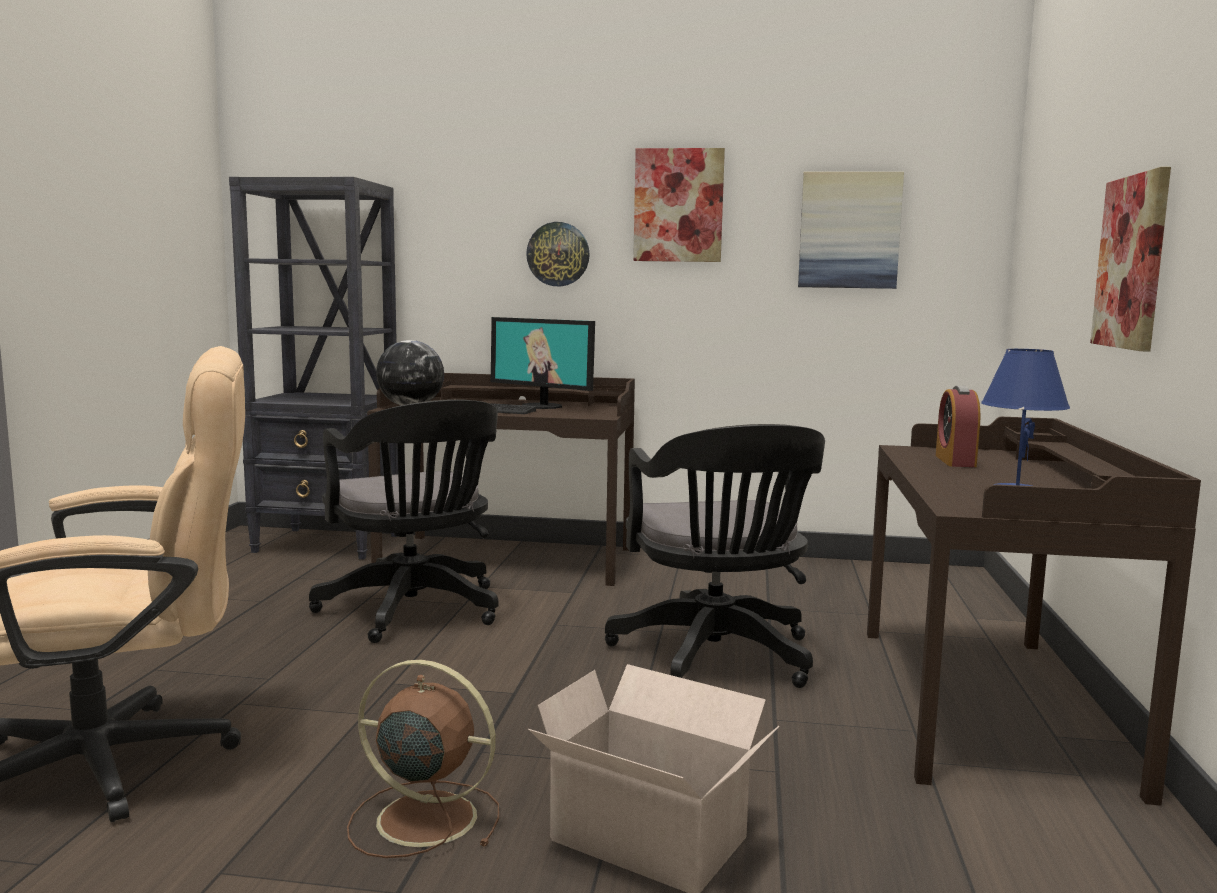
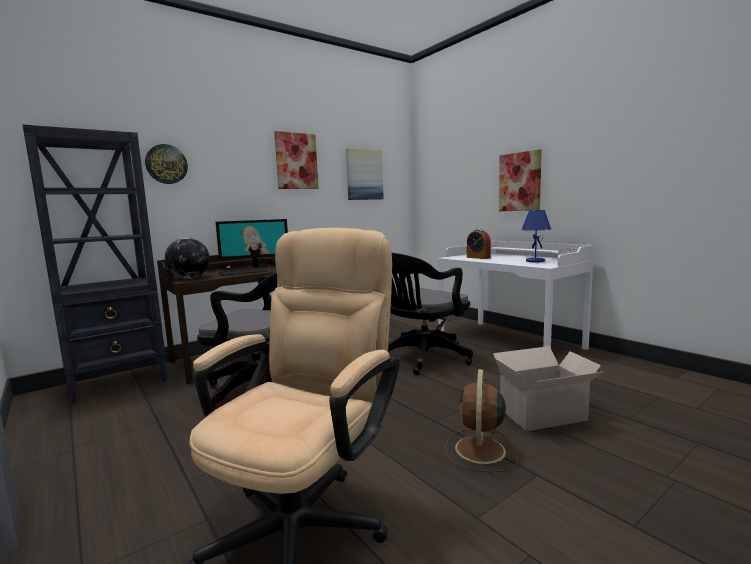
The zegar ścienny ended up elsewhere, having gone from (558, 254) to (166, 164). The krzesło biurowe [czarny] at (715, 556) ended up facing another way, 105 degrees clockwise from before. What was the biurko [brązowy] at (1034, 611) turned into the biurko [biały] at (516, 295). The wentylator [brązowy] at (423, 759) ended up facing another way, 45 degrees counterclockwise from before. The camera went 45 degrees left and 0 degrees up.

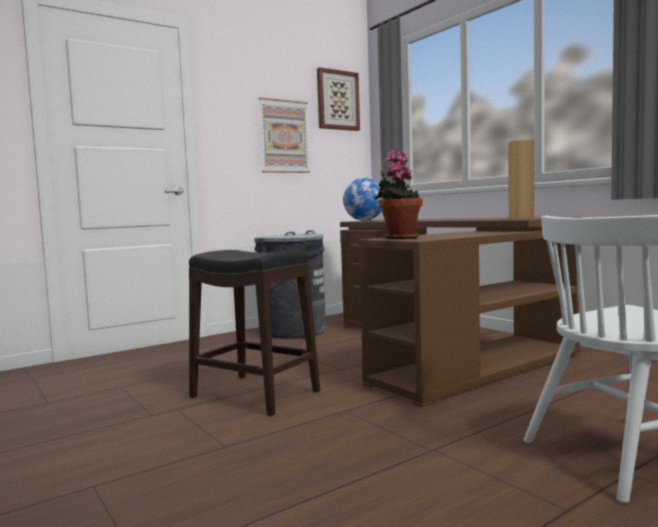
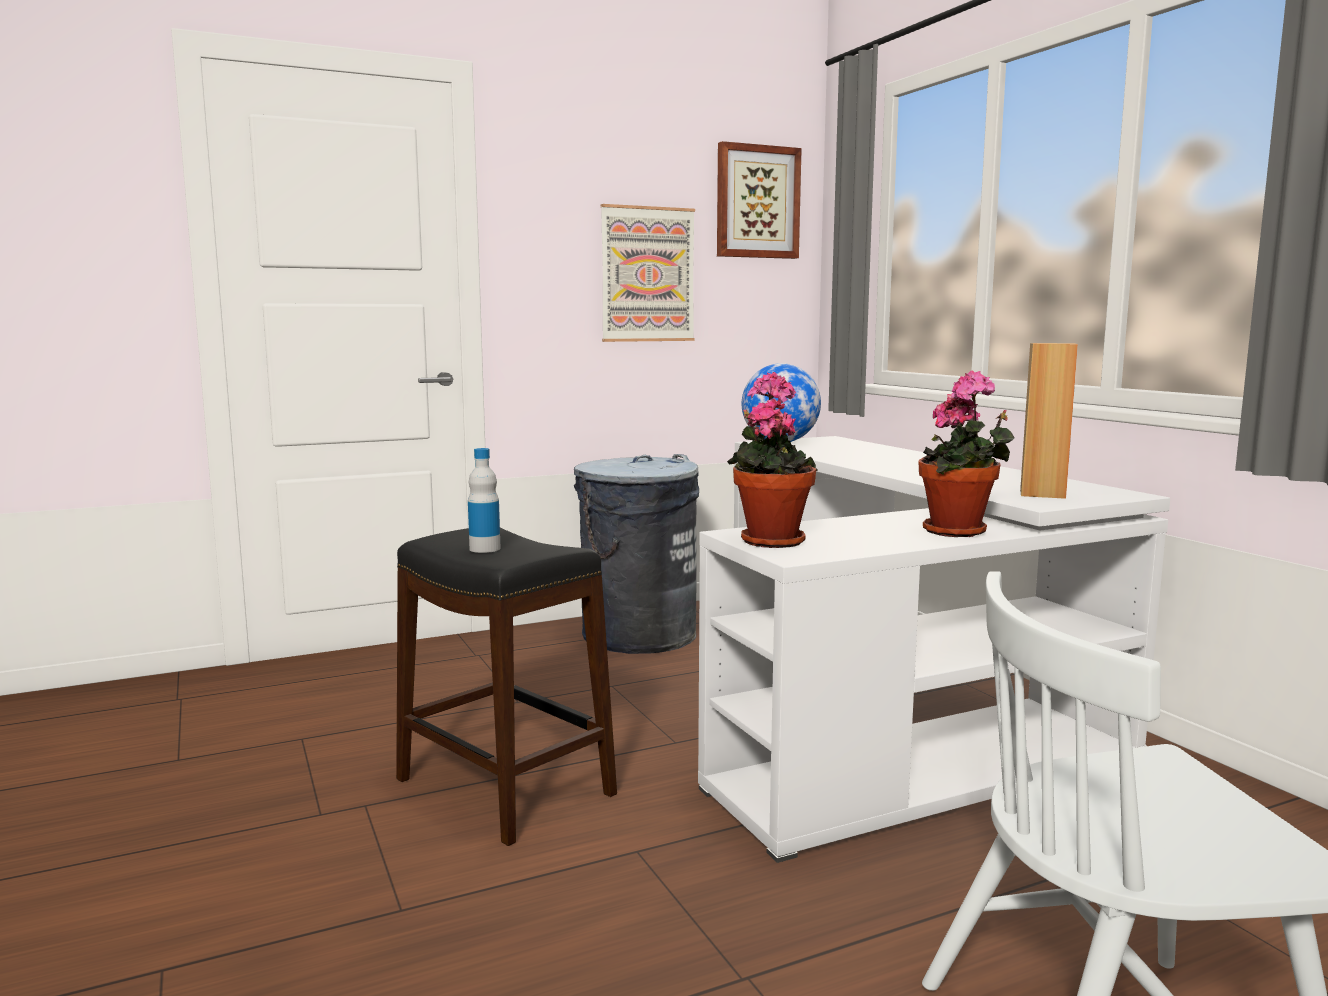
The second view gained the butelka at (484, 500). What was the biurko [brązowy] at (460, 312) turned into the biurko [biały] at (934, 649). The second view gained the roślina doniczkowa at (967, 454). The camera went 10 degrees right and 5 degrees up.

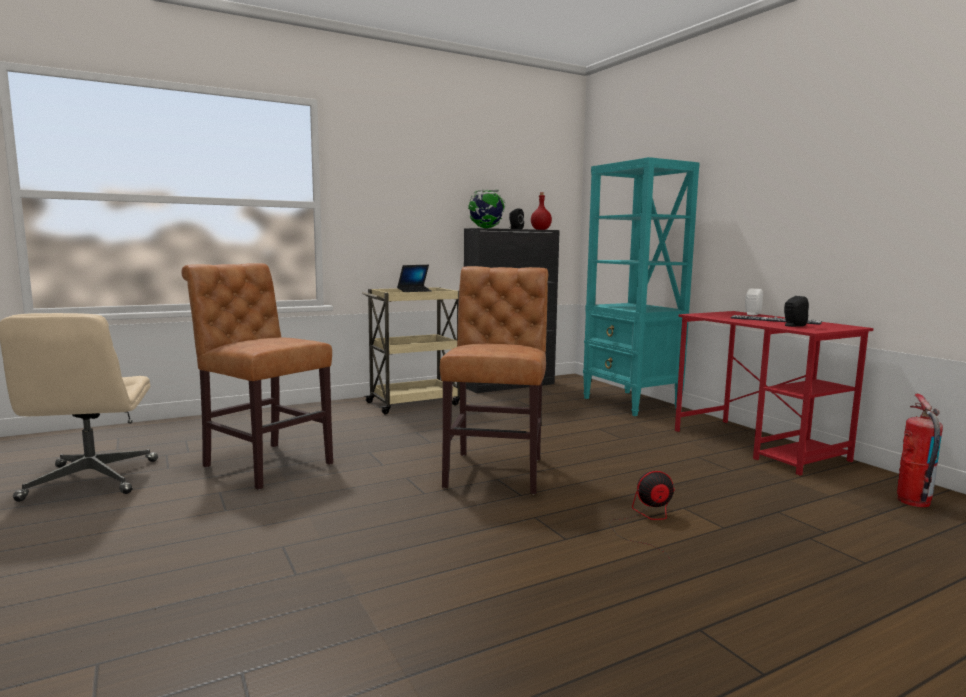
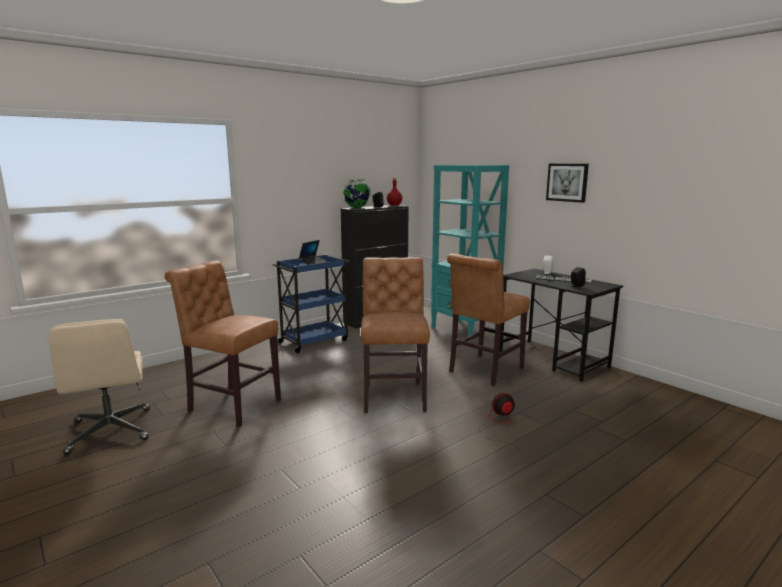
What was the wózek [beżowy] at (411, 350) turned into the wózek [niebieski] at (311, 304). The second view gained the krzesło [brązowy] at (488, 319). What was the biurko [czerwony] at (774, 393) turned into the biurko [czarny] at (561, 325). The second view gained the obraz at (567, 183). The second view lost the gaśnica at (920, 450). The camera went 10 degrees left and 5 degrees up.

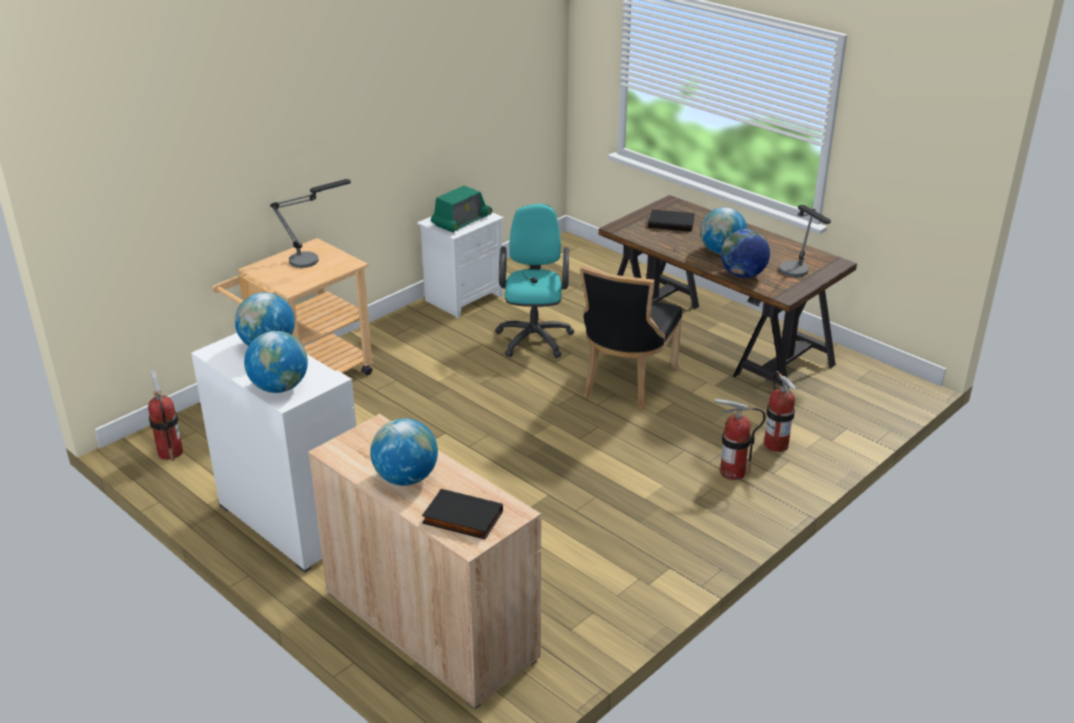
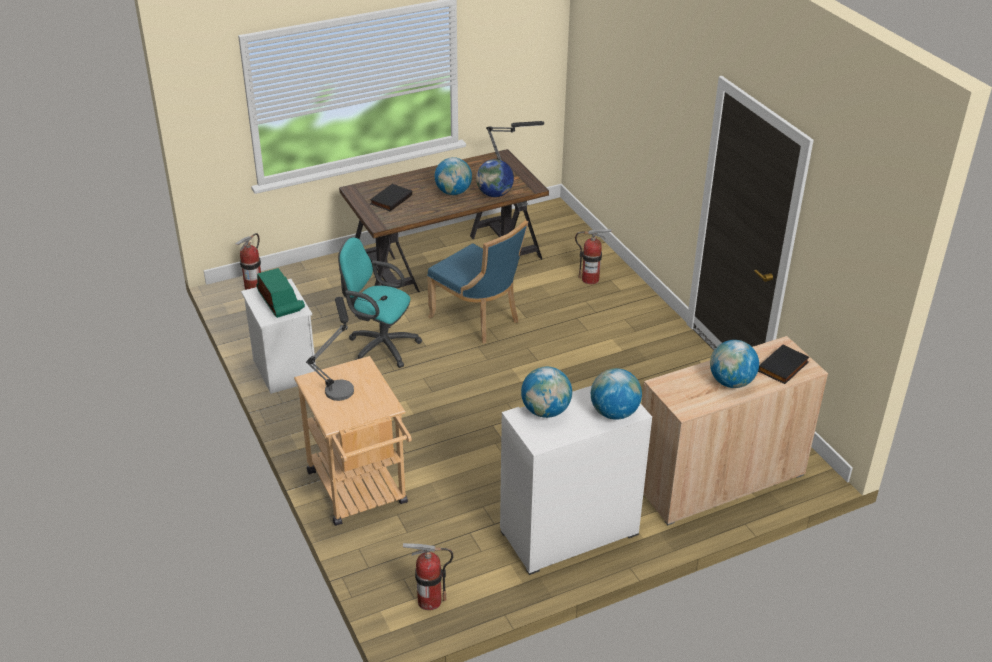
The gaśnica ended up elsewhere, having gone from (740, 439) to (248, 261). What was the krzesło [czarny] at (631, 338) turned into the krzesło [niebieski] at (477, 281). The camera went 70 degrees left and 5 degrees up.

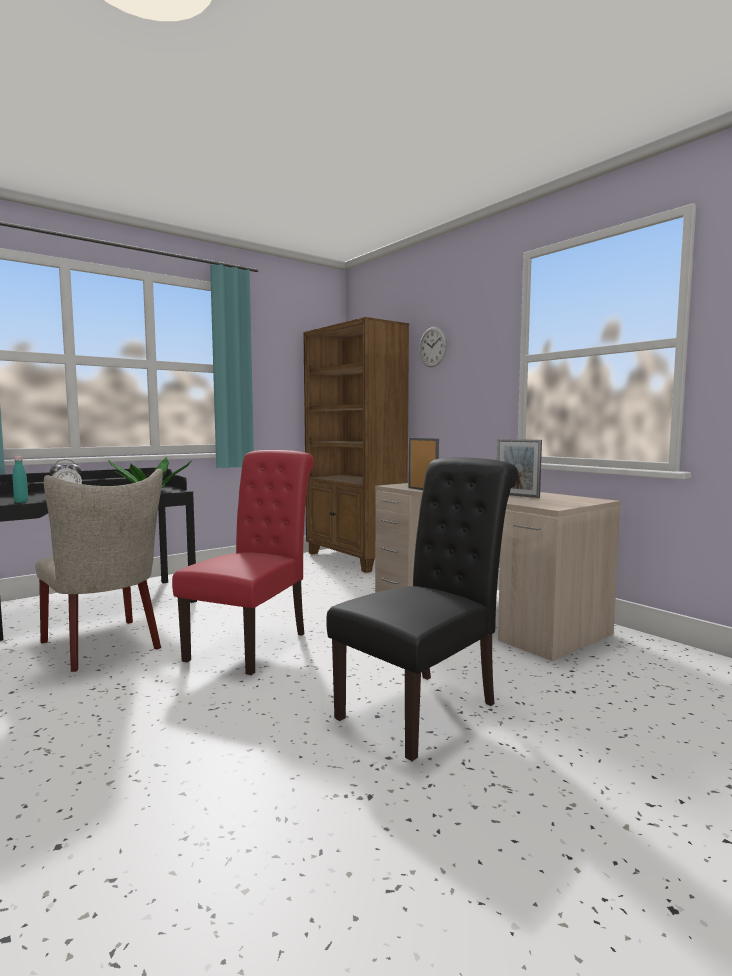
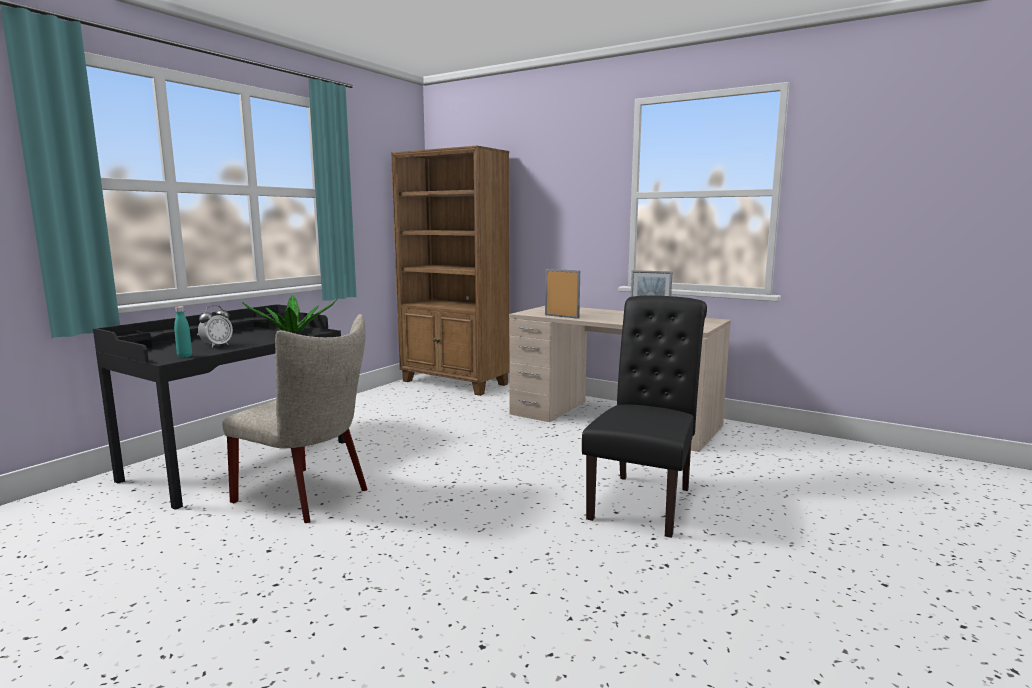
The second view lost the krzesło [czerwony] at (243, 562). The second view lost the zegar ścienny at (433, 347). The camera went 20 degrees left and 5 degrees up.

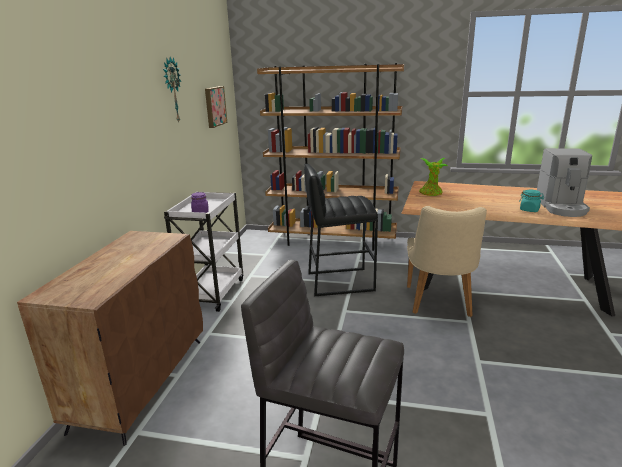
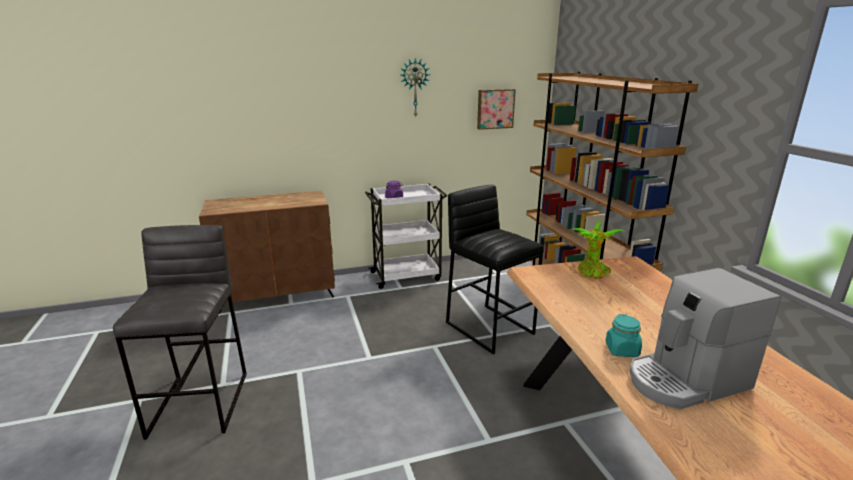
The second view lost the krzesło [beżowy] at (447, 261). The camera went 60 degrees right and 0 degrees up.

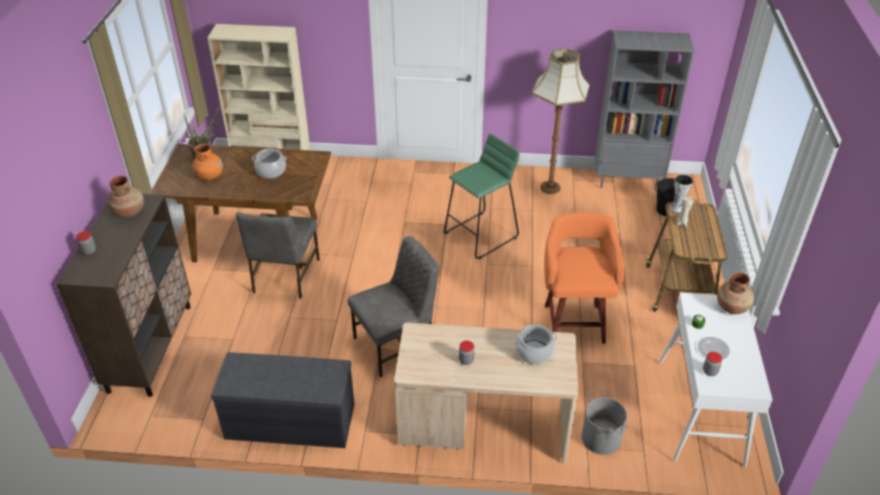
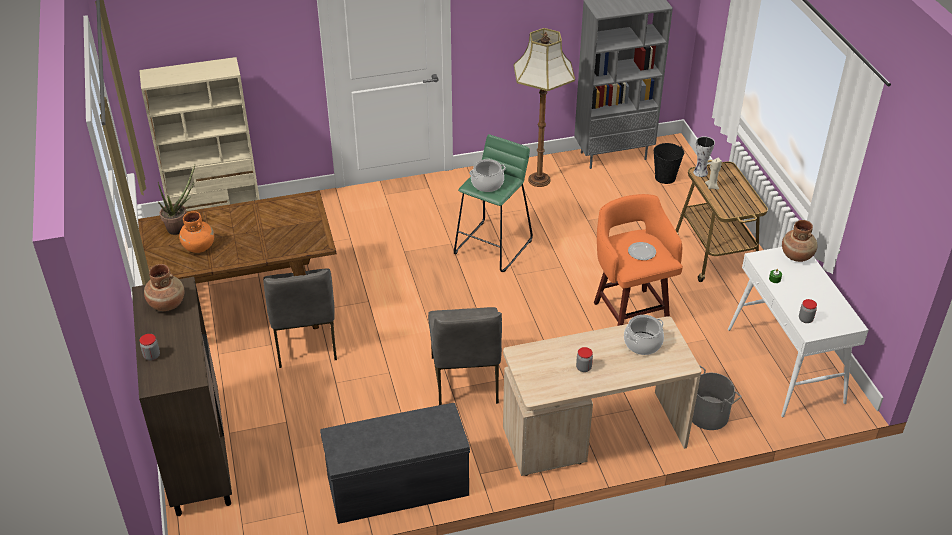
The krzesło [szary] at (393, 306) ended up facing another way, 135 degrees clockwise from before. The garnek ended up elsewhere, having gone from (269, 164) to (487, 175). The talerz ended up elsewhere, having gone from (714, 348) to (642, 251). The camera went 20 degrees left and 0 degrees up.

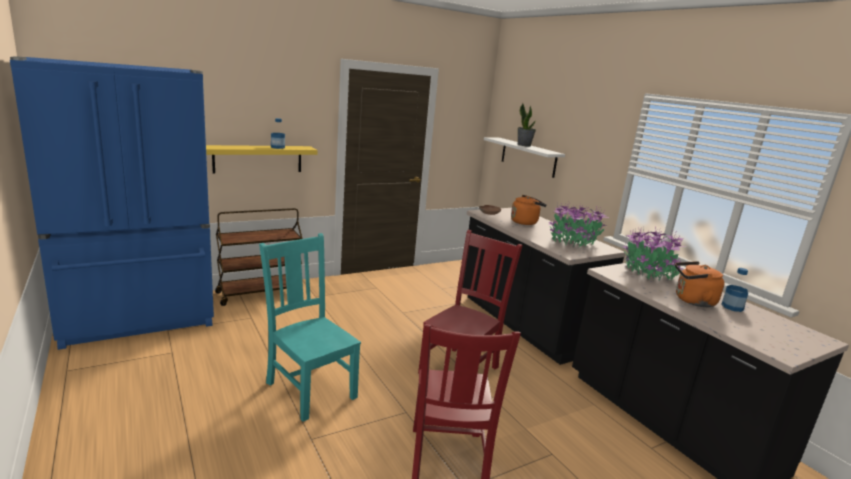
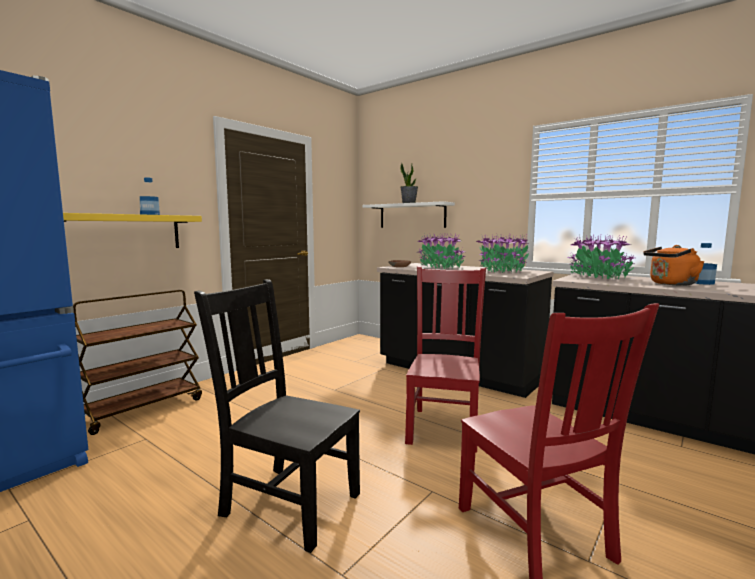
What was the krzesło [turkusowy] at (310, 327) turned into the krzesło [czarny] at (277, 416). Where the czajnik [pomarańczowy] stood at (529, 210), the roślina doniczkowa came to stand at (441, 251). The camera went 20 degrees left and 10 degrees down.

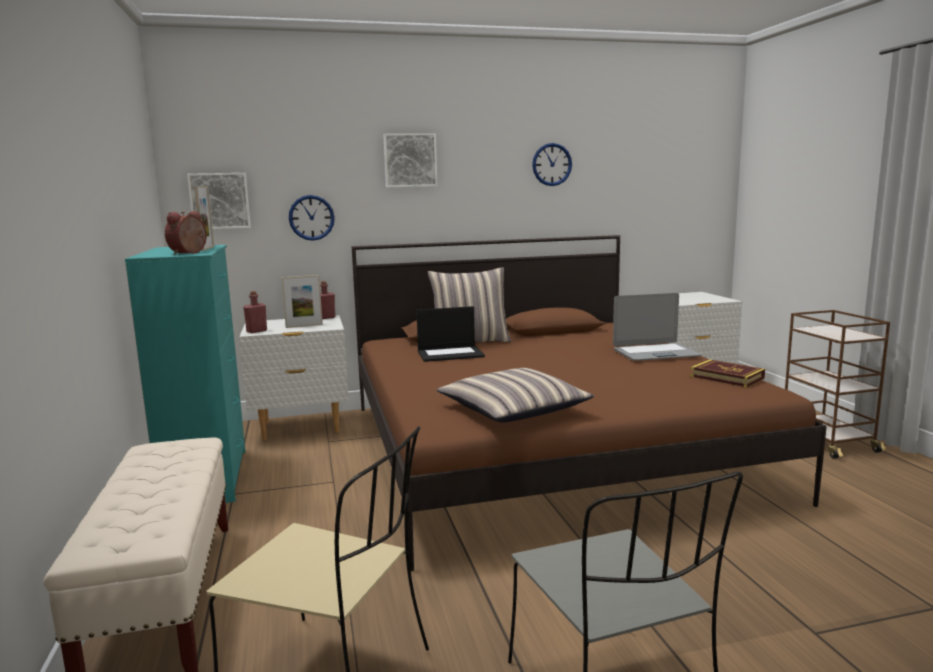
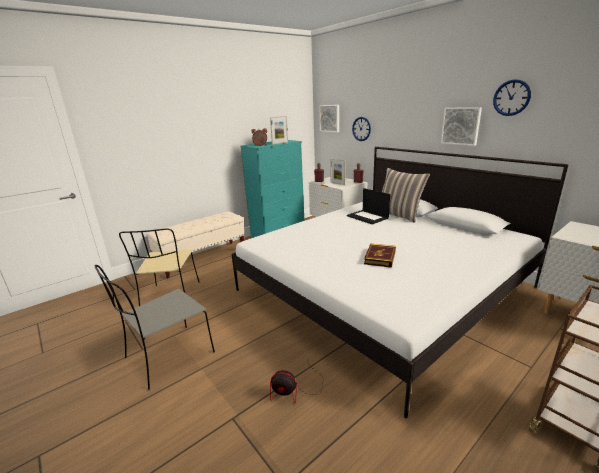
What was the łóżko [brązowy] at (589, 403) turned into the łóżko [biały] at (400, 282). The second view gained the wentylator at (296, 380). The książka ended up elsewhere, having gone from (727, 373) to (380, 256). The obraz ended up elsewhere, having gone from (410, 160) to (461, 126). The second view lost the poduszka at (515, 395). The second view lost the laptop at (657, 327). The camera went 65 degrees right and 10 degrees up.

